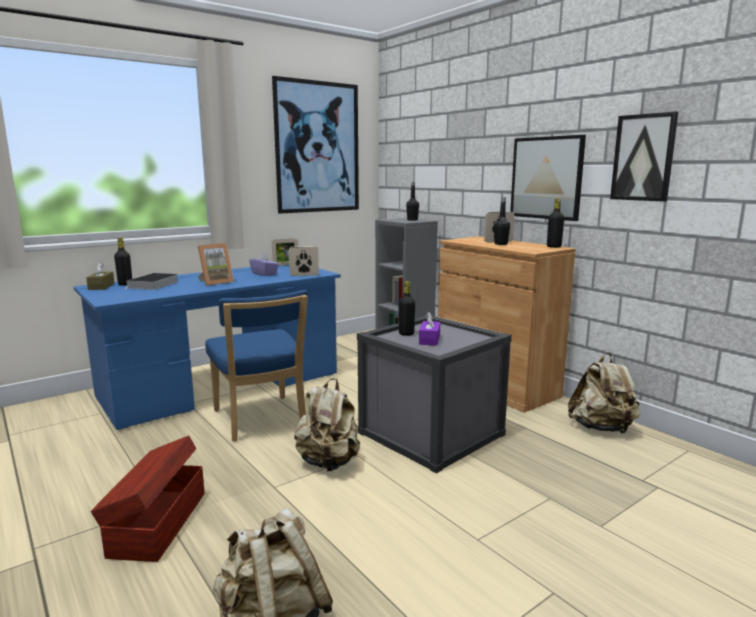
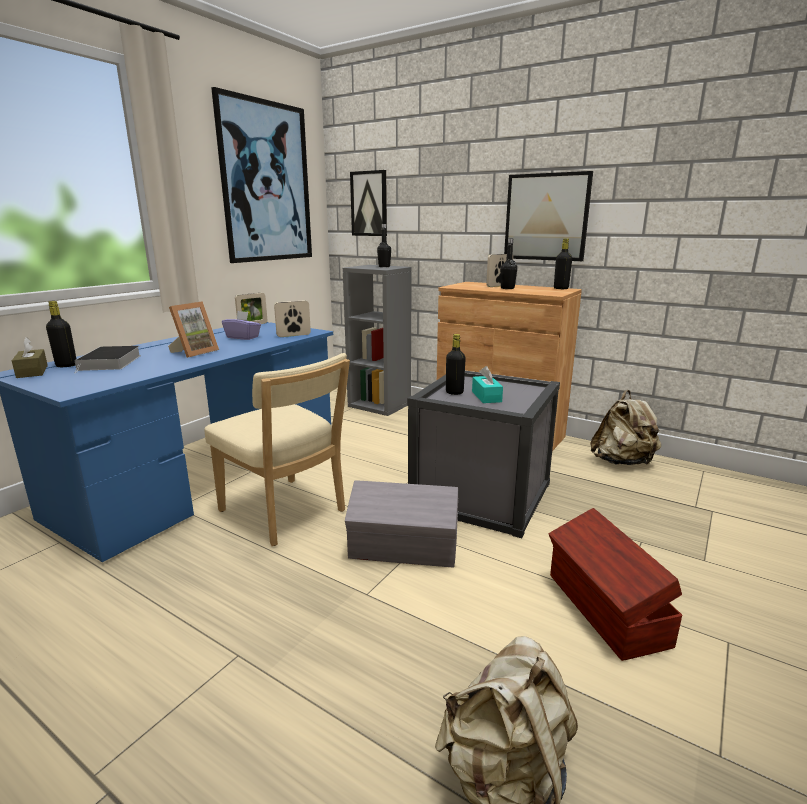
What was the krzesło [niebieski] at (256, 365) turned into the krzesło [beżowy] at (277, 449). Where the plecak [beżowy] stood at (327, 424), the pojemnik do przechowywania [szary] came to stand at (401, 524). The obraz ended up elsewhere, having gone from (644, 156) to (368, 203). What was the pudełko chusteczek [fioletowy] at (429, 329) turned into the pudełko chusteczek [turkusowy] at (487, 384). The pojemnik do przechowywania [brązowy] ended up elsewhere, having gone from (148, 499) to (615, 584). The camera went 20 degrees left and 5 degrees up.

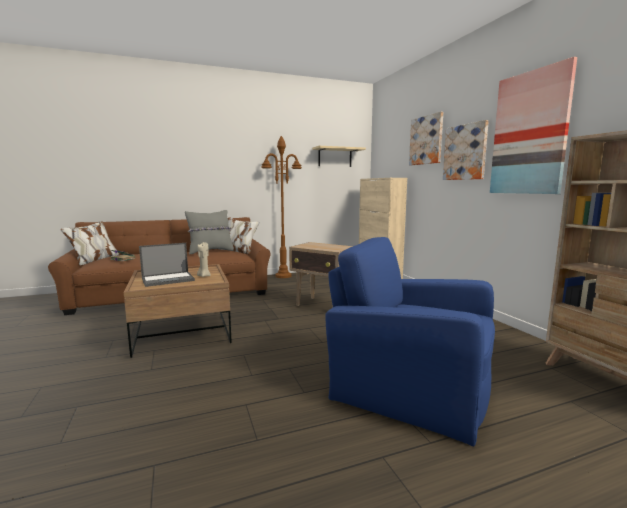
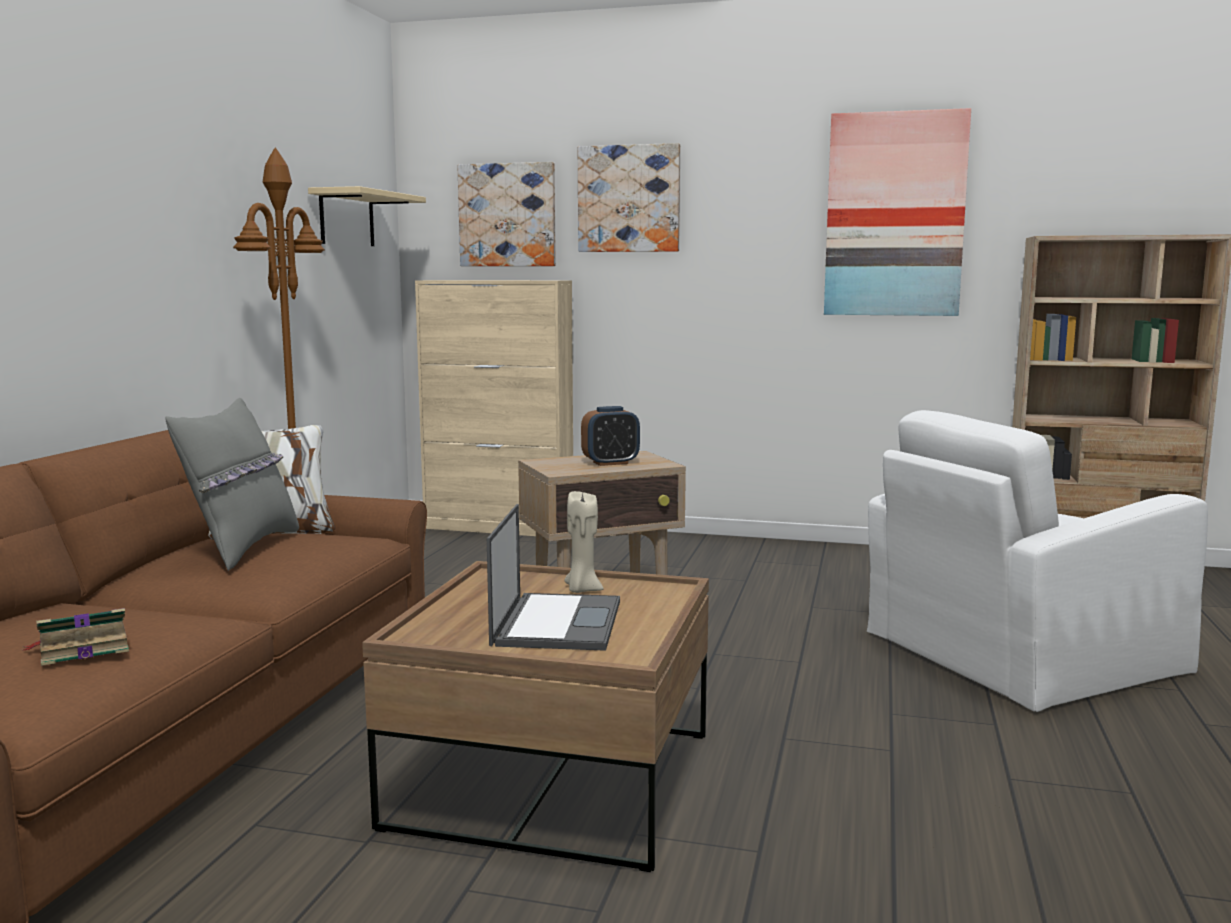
The obraz ended up elsewhere, having gone from (466, 150) to (506, 214). The second view gained the budzik at (610, 436). What was the fotel [niebieski] at (410, 342) turned into the fotel [biały] at (1037, 561). The camera went 55 degrees left and 0 degrees up.

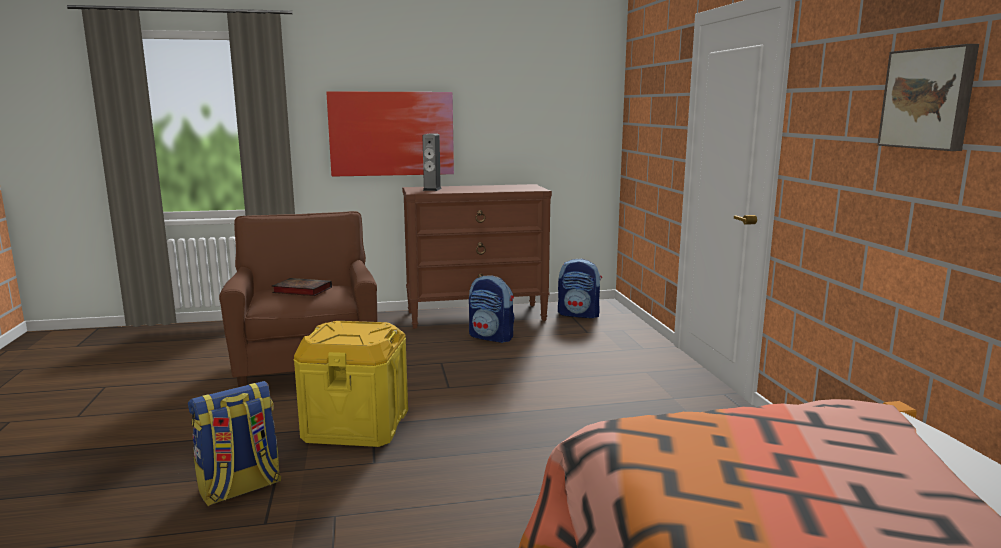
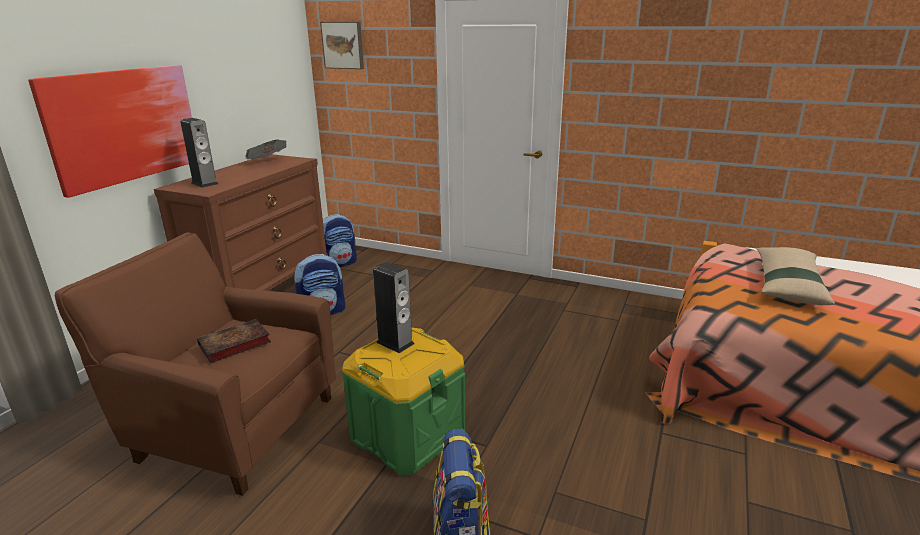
The second view gained the gazeta at (266, 149). The obraz ended up elsewhere, having gone from (928, 97) to (342, 45). What was the pojemnik do przechowywania [żółty] at (351, 384) turned into the pojemnik do przechowywania [zielony] at (403, 401). The second view gained the głośnik at (393, 307). The second view gained the poduszka [beżowy] at (796, 276). The camera went 55 degrees left and 10 degrees up.

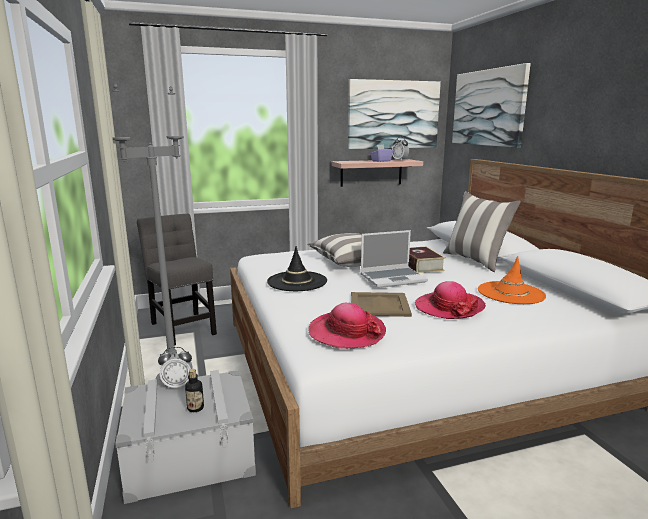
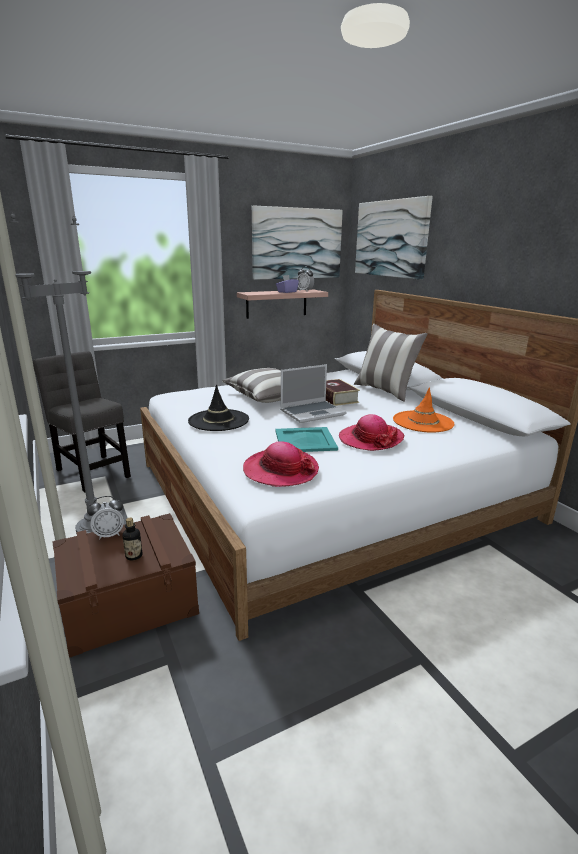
What was the pojemnik do przechowywania [szary] at (185, 437) turned into the pojemnik do przechowywania [brązowy] at (125, 585). What was the taca [beżowy] at (381, 304) turned into the taca [turkusowy] at (306, 439). The camera went 10 degrees left and 5 degrees up.

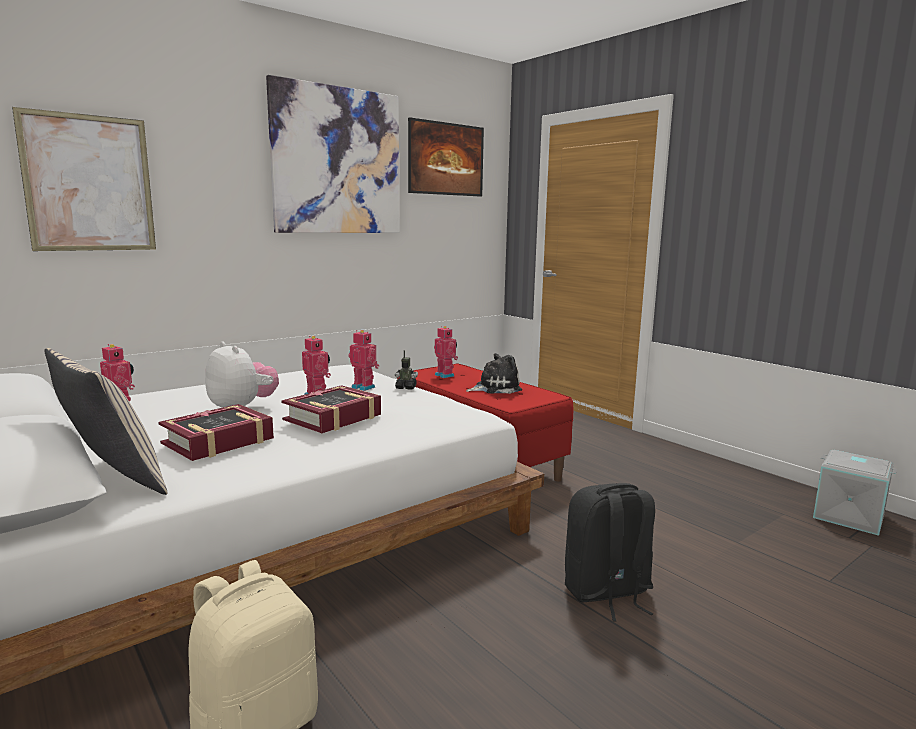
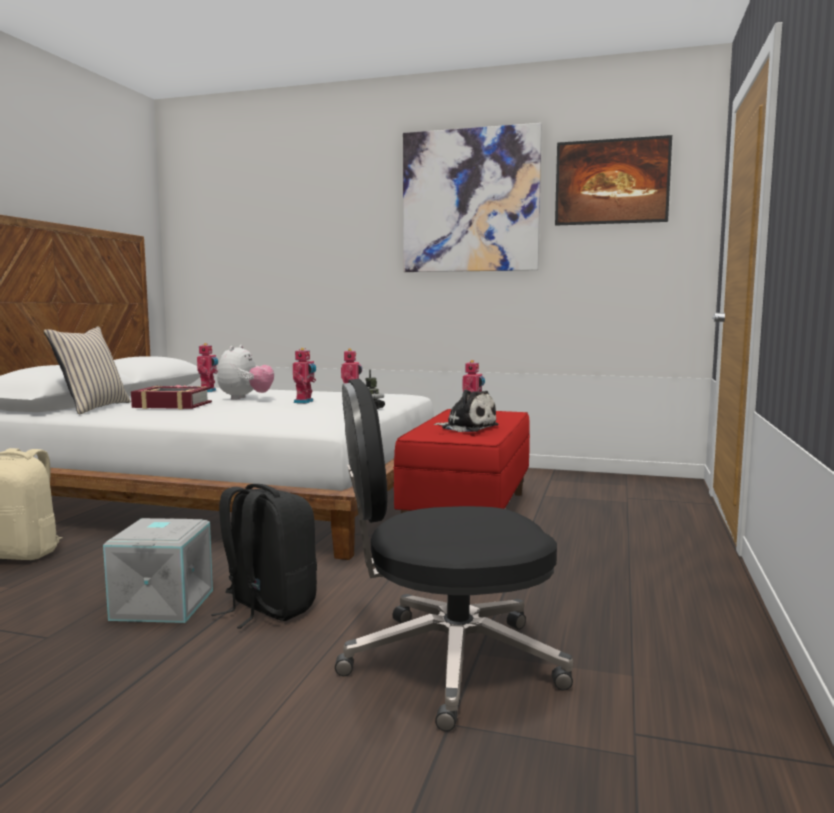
The pojemnik do przechowywania [szary] ended up elsewhere, having gone from (855, 493) to (158, 570). The second view gained the krzesło biurowe [czarny] at (454, 555). The second view lost the obraz at (84, 179). The second view lost the książka at (331, 409). The camera went 55 degrees right and 5 degrees down.

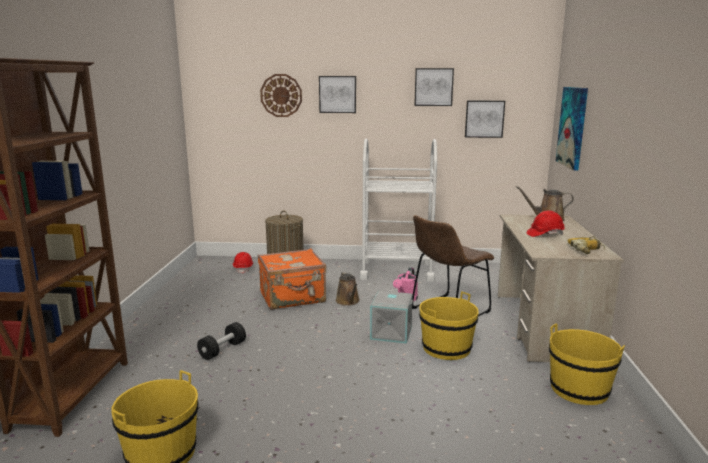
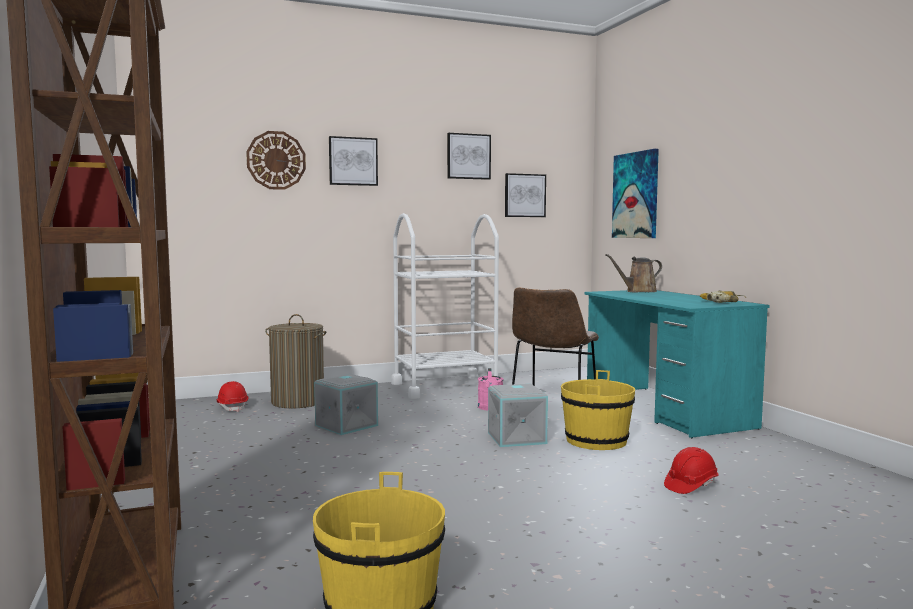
Where the walizka [pomarańczowy] stood at (292, 279), the pojemnik do przechowywania [szary] came to stand at (346, 404). What was the biurko [beżowy] at (561, 288) turned into the biurko [turkusowy] at (676, 364). The kask [czerwony] ended up elsewhere, having gone from (545, 223) to (691, 470). The second view lost the hantel [czarny] at (221, 341). The second view lost the konewka [brązowy] at (348, 289). The second view lost the wiadro [żółty] at (587, 364). The camera went 25 degrees left and 10 degrees down.

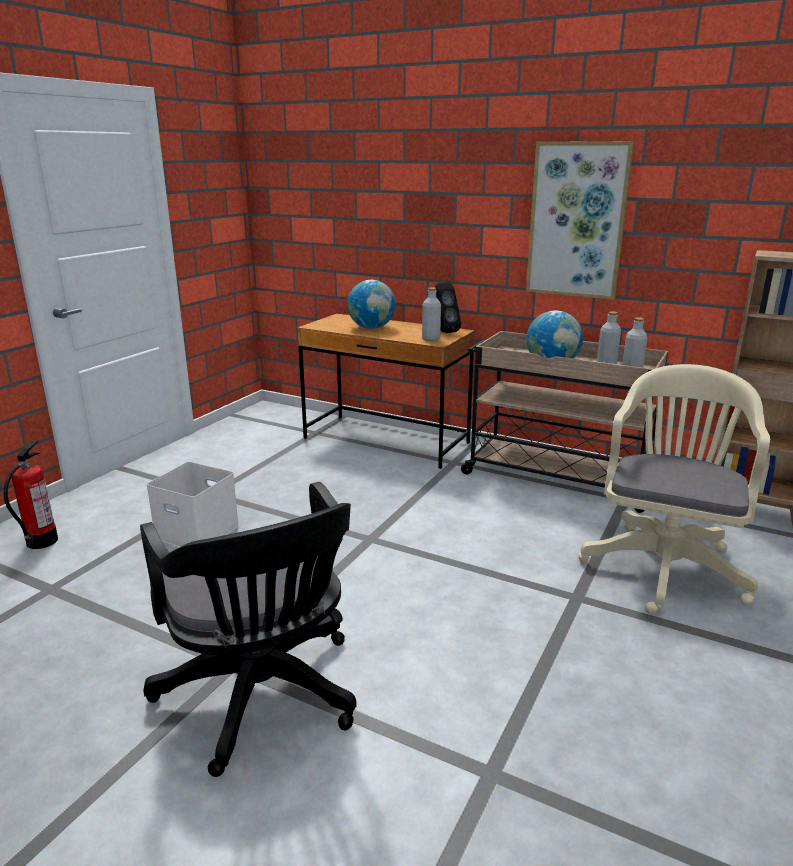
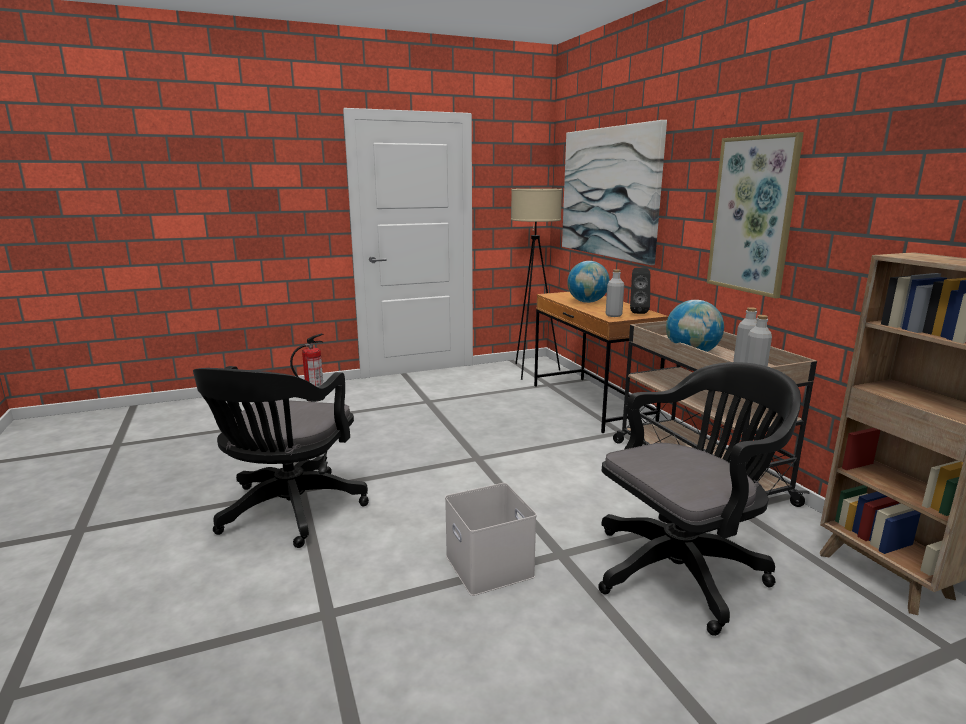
The pojemnik do przechowywania [biały] ended up elsewhere, having gone from (192, 504) to (491, 539). The second view gained the lampa stojąca [beżowy] at (536, 284). The second view gained the obraz at (614, 192). What was the krzesło biurowe [beżowy] at (674, 489) turned into the krzesło biurowe [czarny] at (699, 499). The camera went 40 degrees right and 5 degrees down.

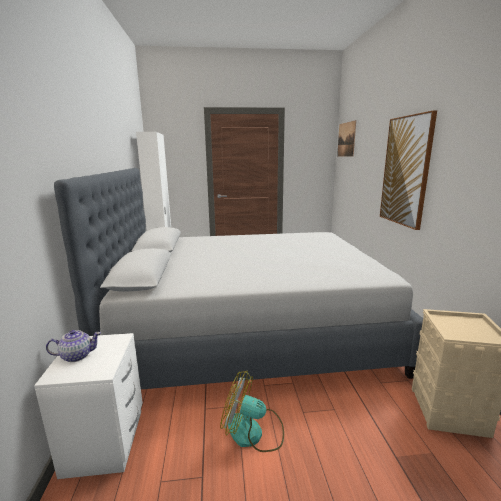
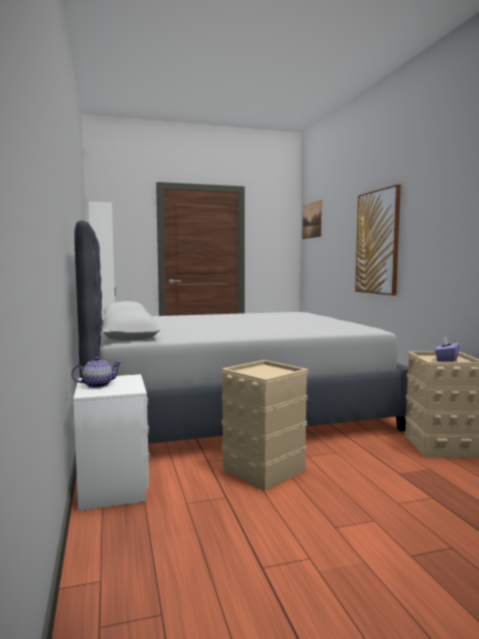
Where the wentylator stood at (252, 411), the pojemnik do przechowywania [beżowy] came to stand at (265, 425). The second view gained the pudełko chusteczek [fioletowy] at (447, 349). The camera went 10 degrees left and 10 degrees down.

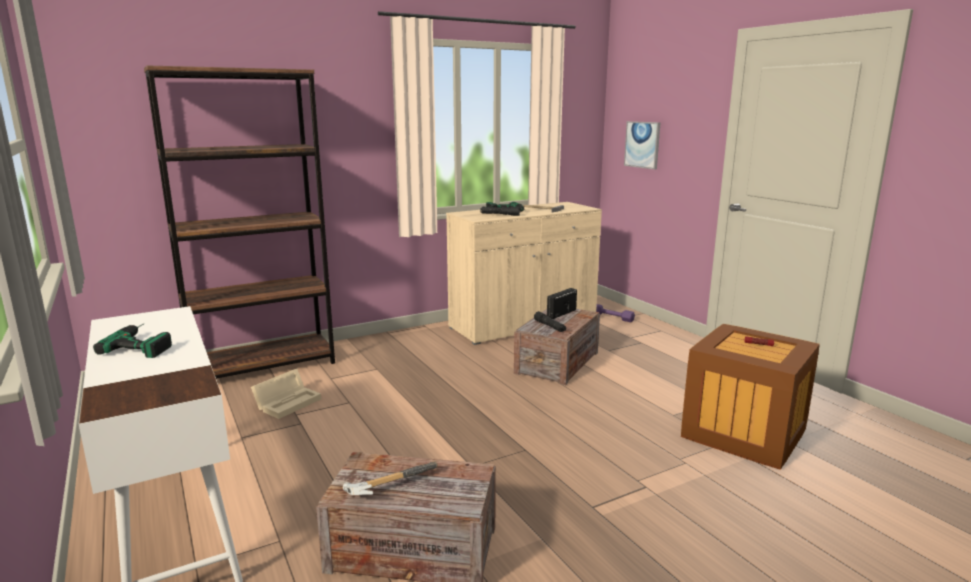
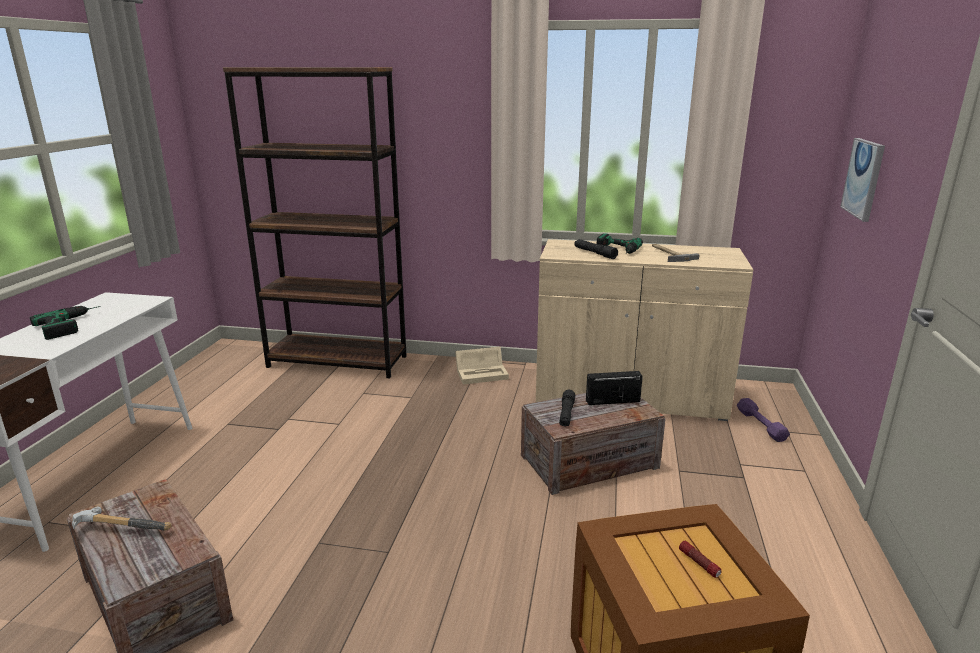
The pojemnik do przechowywania [beżowy] ended up elsewhere, having gone from (286, 394) to (482, 365). The camera went 40 degrees right and 5 degrees up.

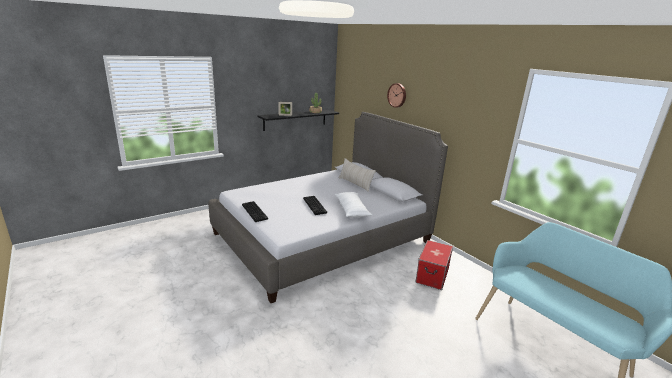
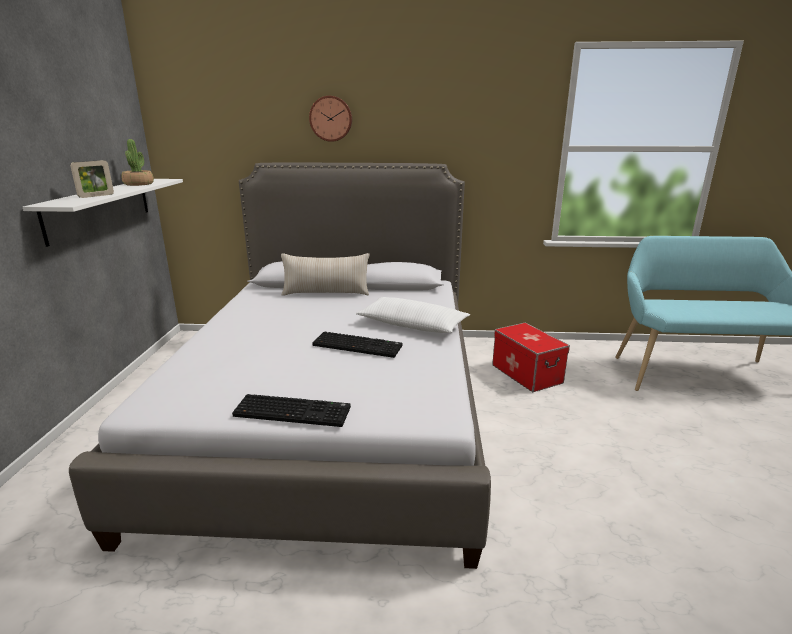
What was the półka [czarny] at (298, 120) turned into the półka [biały] at (103, 213). The camera went 50 degrees left and 0 degrees up.

